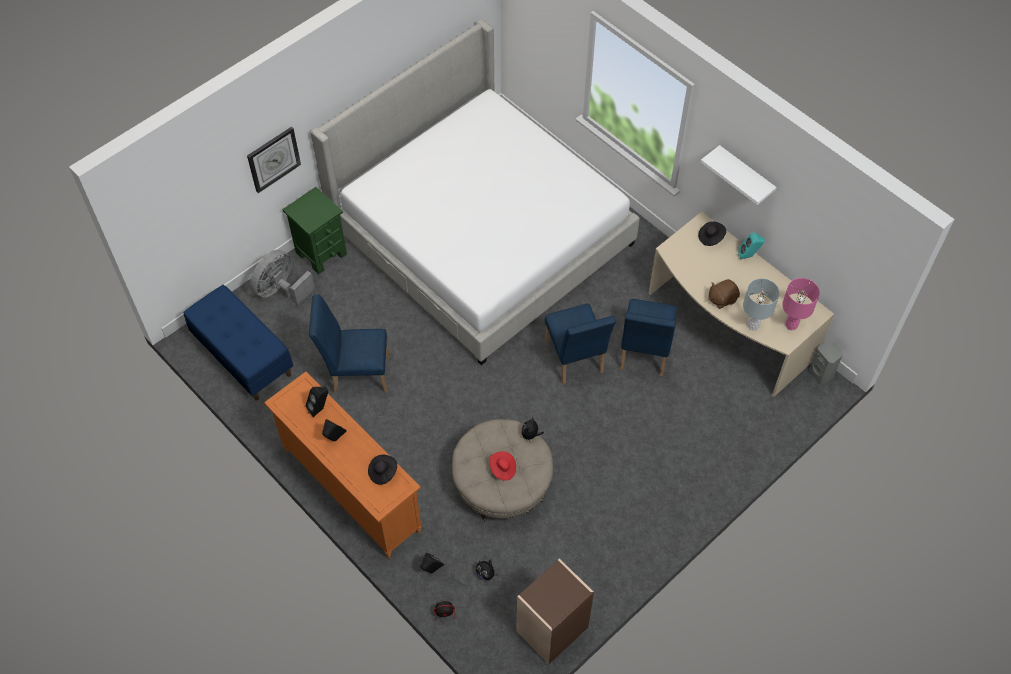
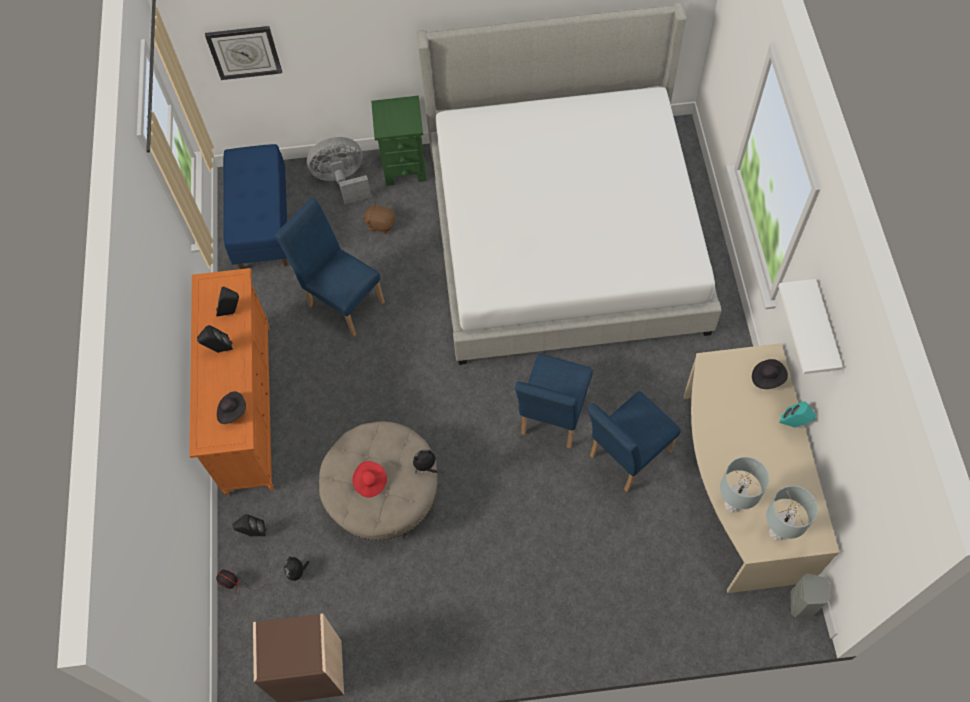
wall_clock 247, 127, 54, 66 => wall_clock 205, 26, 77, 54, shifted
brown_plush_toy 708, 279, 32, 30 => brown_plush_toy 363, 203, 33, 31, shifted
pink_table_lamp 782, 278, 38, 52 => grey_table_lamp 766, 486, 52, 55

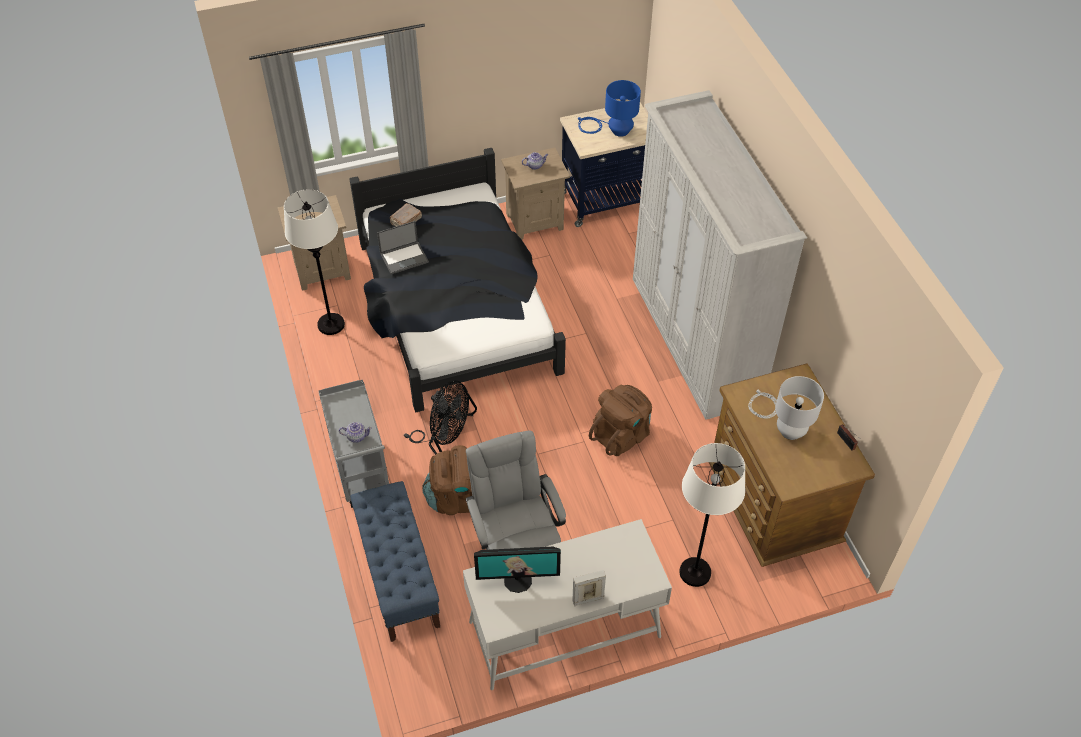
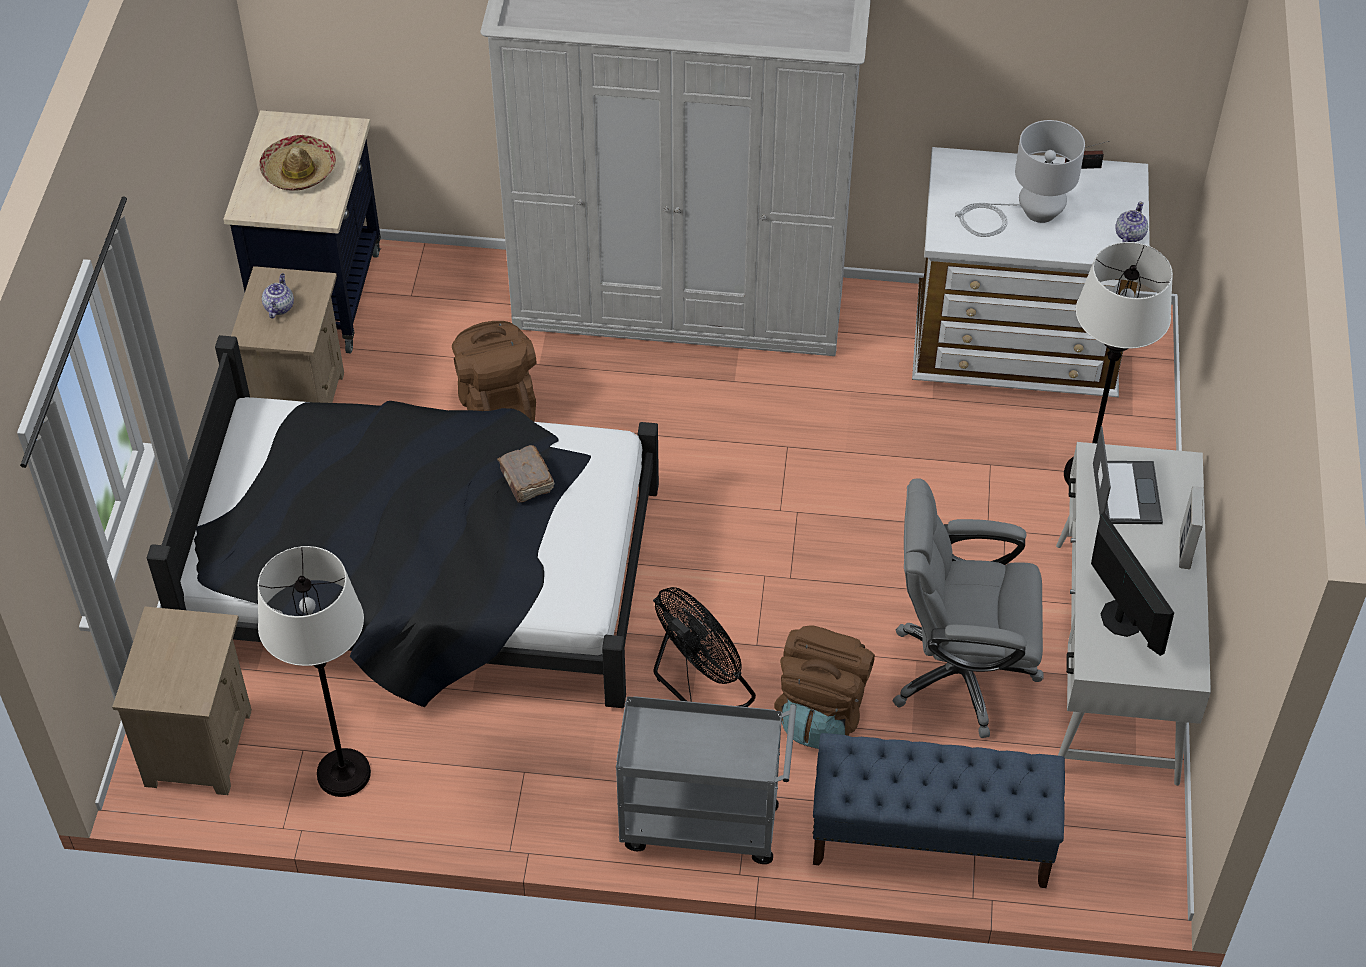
teapot 339, 422, 33, 21 => teapot 1115, 201, 33, 41, shifted
laptop 377, 221, 52, 53 => laptop 1093, 426, 70, 98, shifted
brown_book 390, 203, 32, 24 => brown_book 497, 445, 57, 58, shifted
monitor 474, 547, 87, 46 => monitor 1091, 513, 83, 143, 45 degrees counterclockwise
blue_table_lamp 578, 80, 63, 57 => hat 259, 135, 77, 56
brown_backpack 589, 385, 63, 71 => brown_backpack 452, 321, 84, 101, shifted
brown_dresser 709, 363, 166, 204 => white_dresser 912, 147, 238, 250

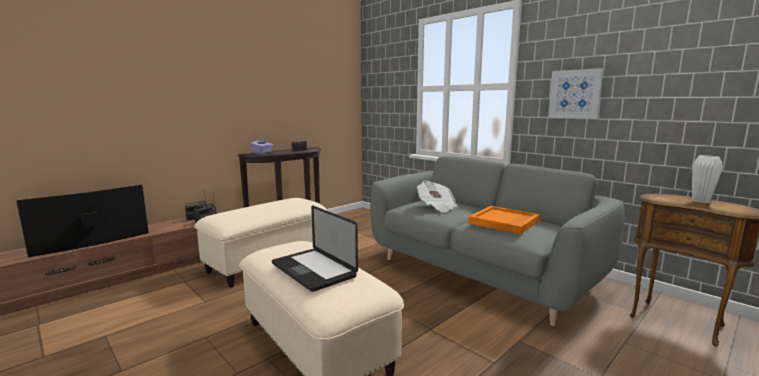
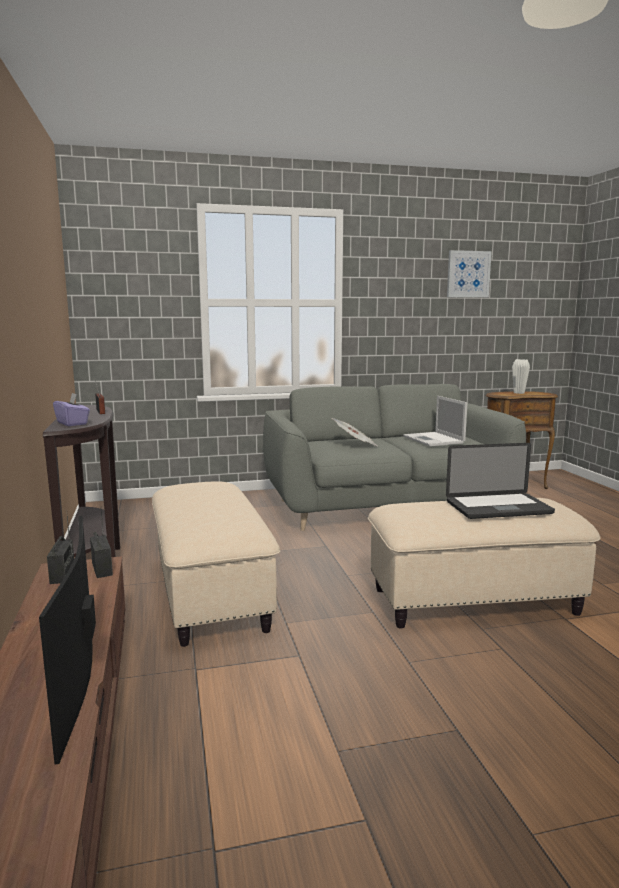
orange_tray 468, 206, 72, 28 => laptop 403, 396, 65, 50
picture 548, 68, 56, 51 => picture 447, 250, 45, 47, shifted

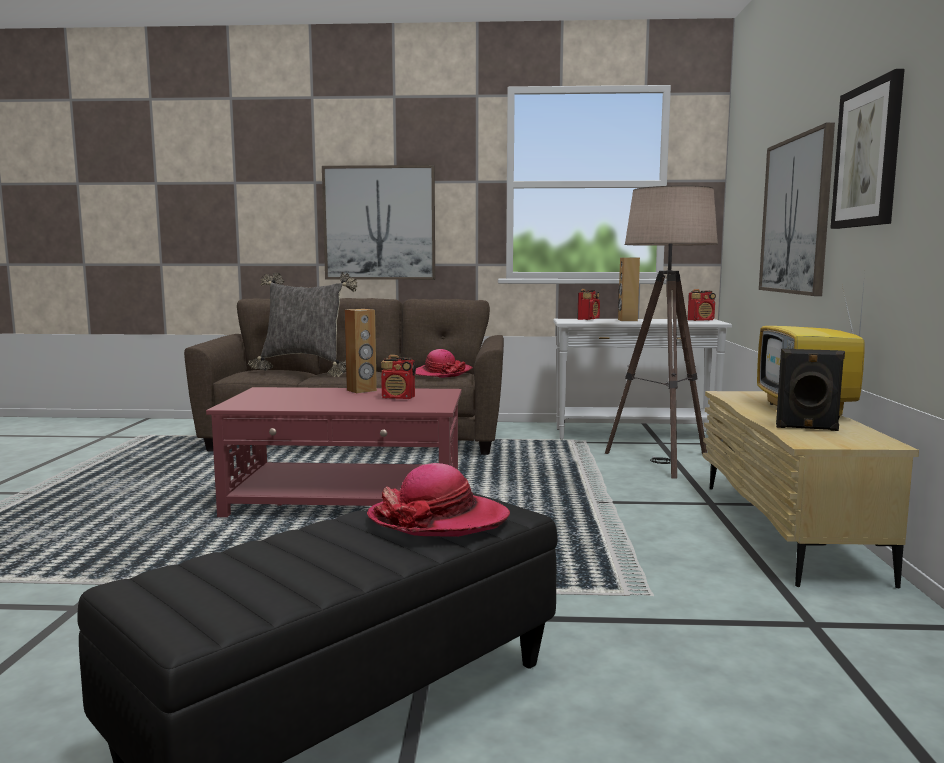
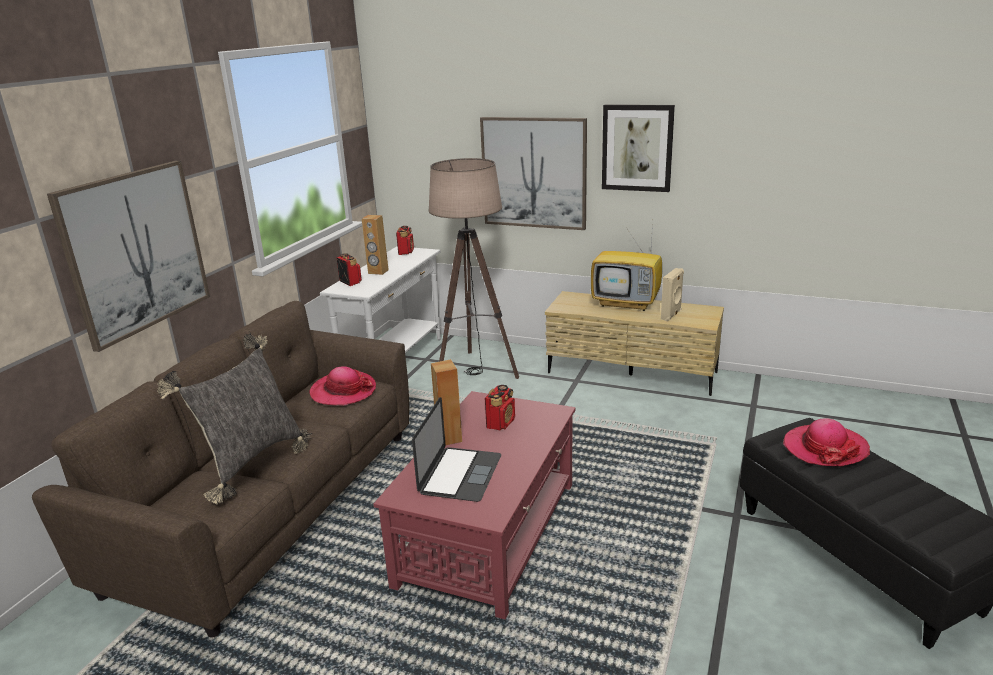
black_speaker 776, 349, 69, 82 => beige_speaker 661, 268, 23, 53
nothing => laptop 412, 397, 89, 105

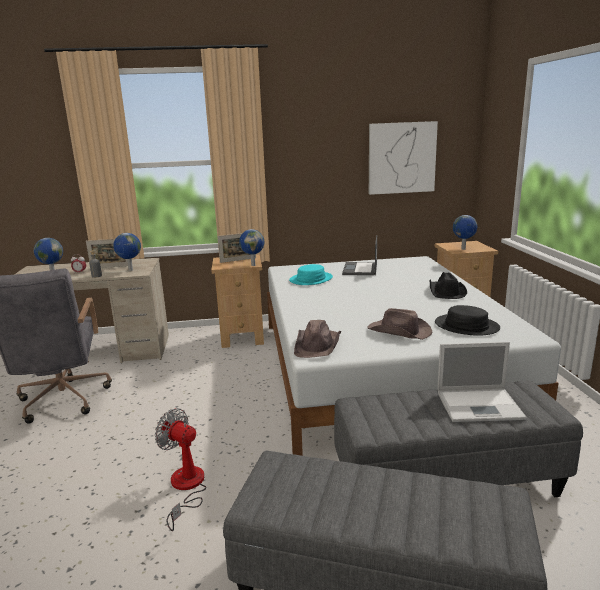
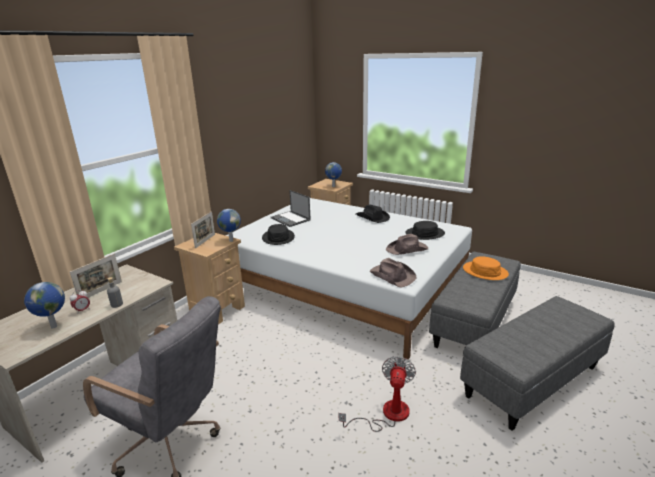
globe 113, 233, 28, 38 => nothing
fan 155, 408, 51, 123 => fan 339, 356, 77, 76, 120 degrees clockwise
turquoise_hat 289, 264, 44, 21 => black_hat 262, 224, 33, 21
picture 369, 121, 69, 74 => nothing
laptop 437, 342, 90, 80 => orange_hat 463, 256, 46, 24

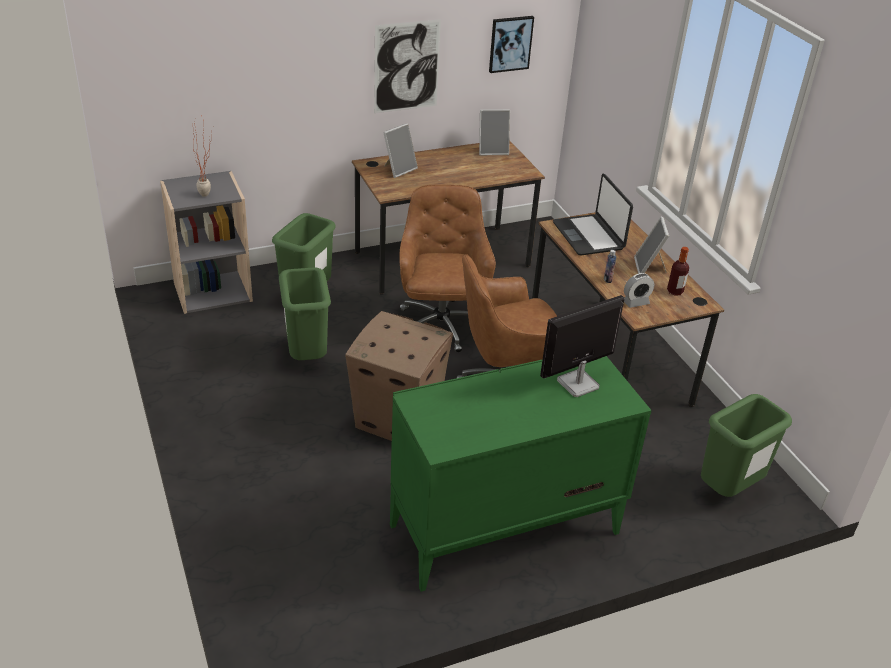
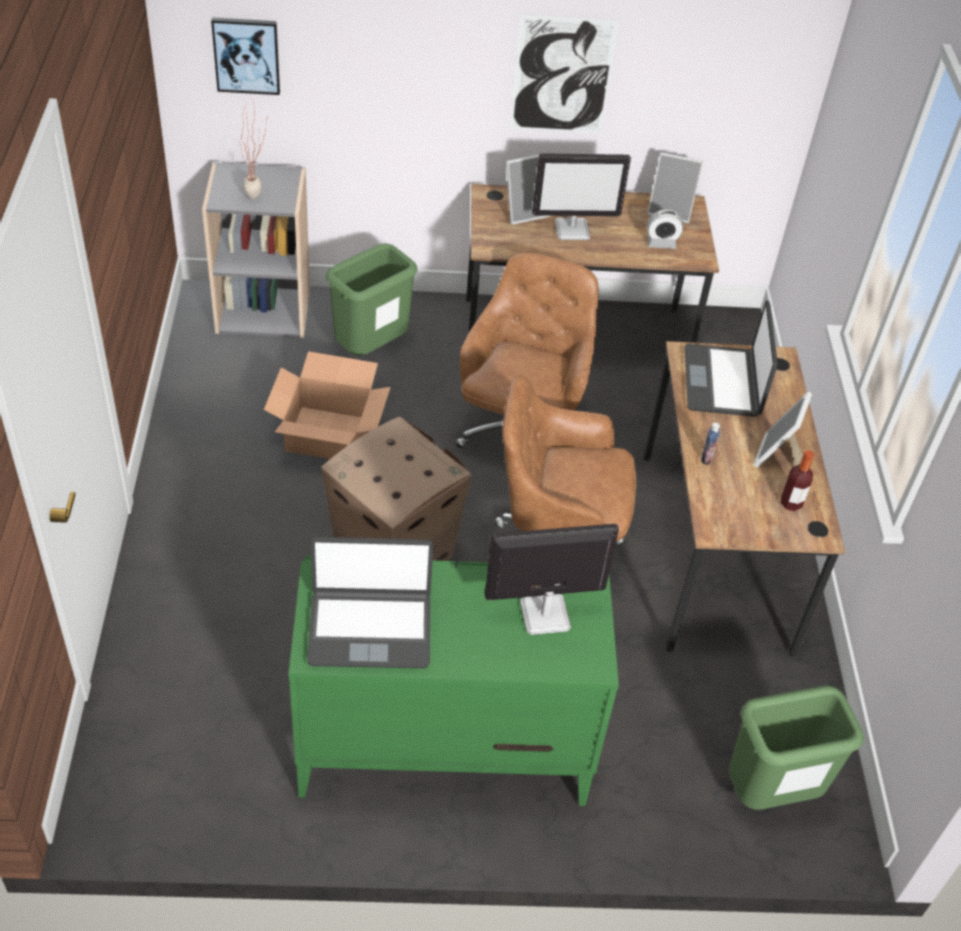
green_trash_can 279, 267, 52, 93 => cardboard_box 264, 351, 127, 108
picture 489, 16, 45, 57 => picture 211, 17, 69, 78, shifted
alarm_clock 624, 273, 30, 35 => alarm_clock 647, 210, 36, 39, shifted
nothing => laptop 307, 537, 127, 131
nothing => monitor 532, 153, 99, 87

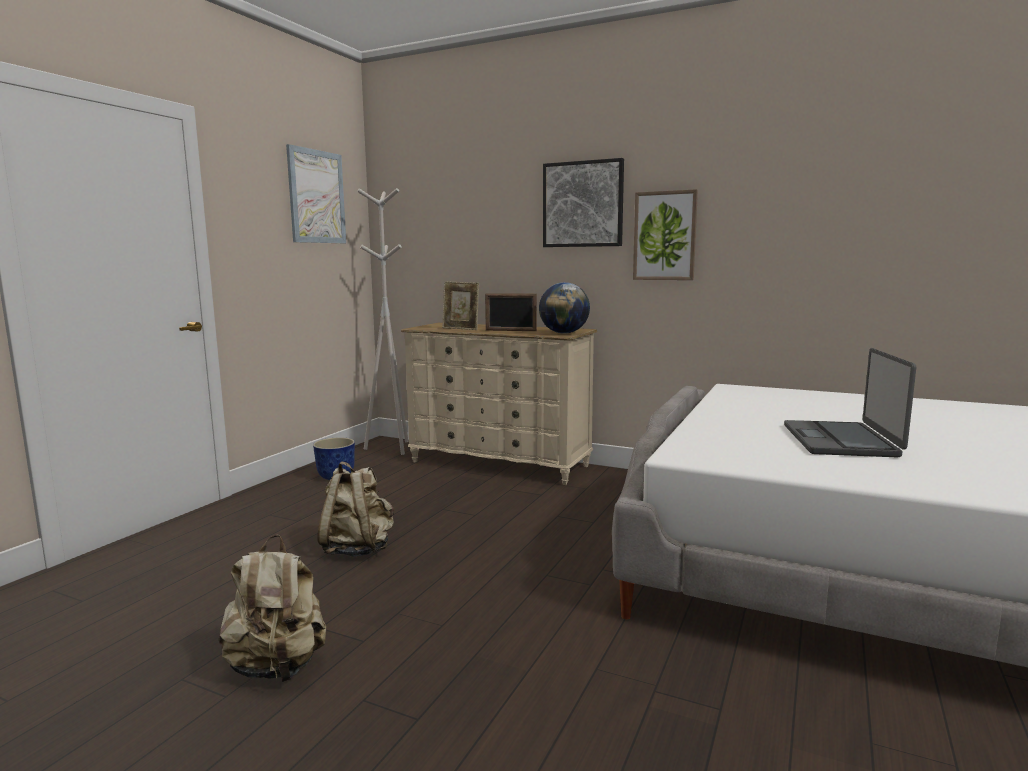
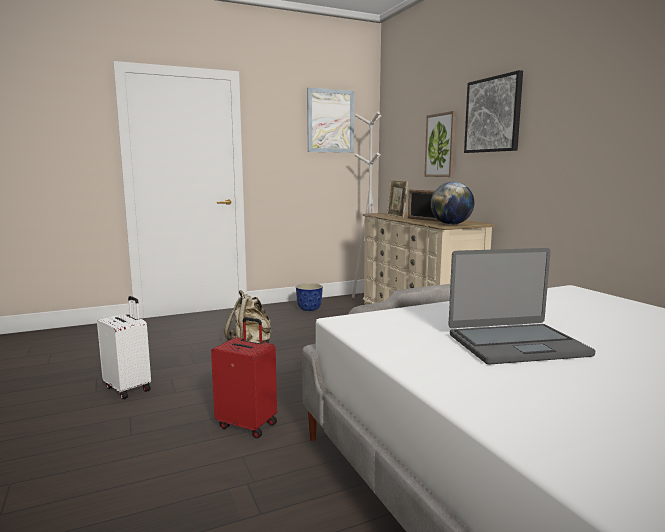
beige_backpack 219, 535, 107, 147 => white_suitcase 97, 296, 54, 103
picture 633, 189, 65, 91 => picture 424, 111, 32, 66, shifted
laptop 784, 348, 132, 109 => laptop 449, 248, 146, 116, 150 degrees counterclockwise
nothing => red_suitcase 211, 317, 66, 121

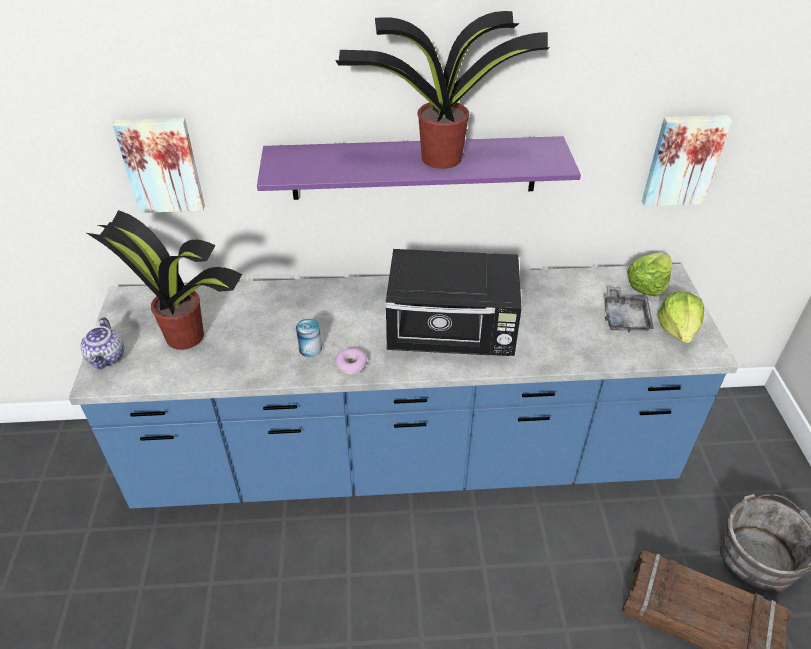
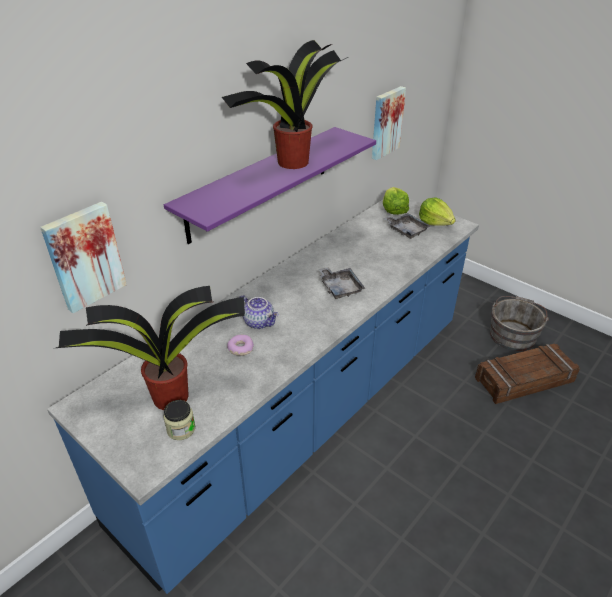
teapot 81, 317, 43, 52 => teapot 239, 295, 40, 34, shifted
can 296, 319, 26, 38 => nothing
donut 335, 348, 32, 27 => donut 227, 335, 27, 21, shifted
black_microwave 385, 249, 137, 107 => grey_tray 319, 267, 47, 32
nothing => jar 163, 400, 32, 40

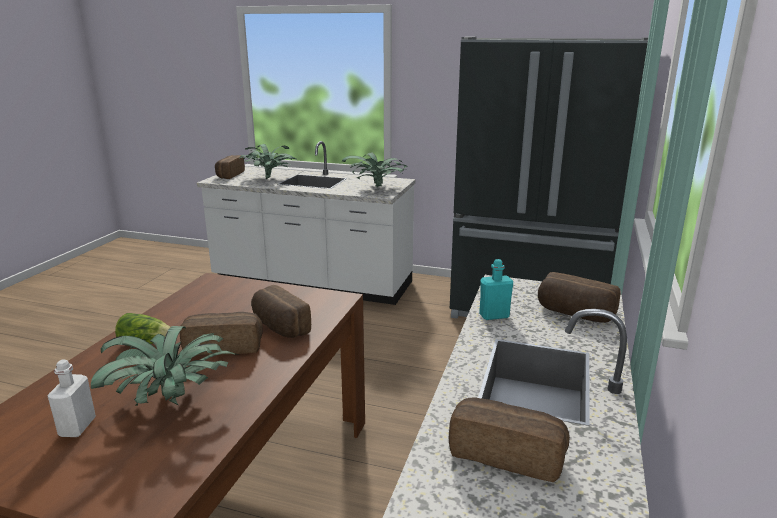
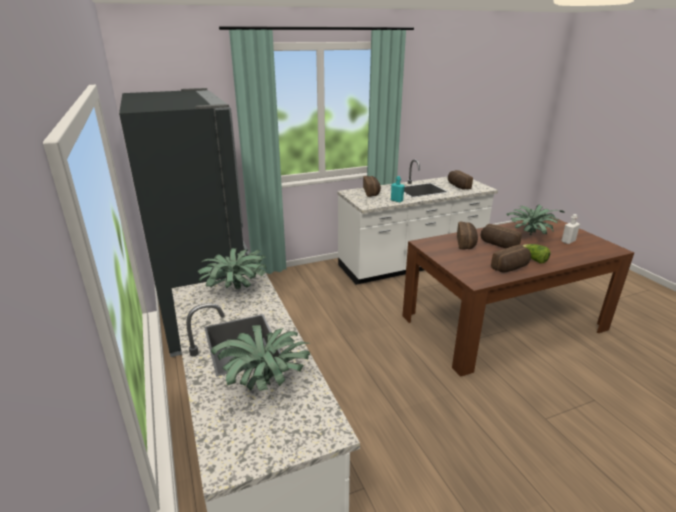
bread 215, 155, 30, 24 => bread 491, 245, 40, 27, shifted

